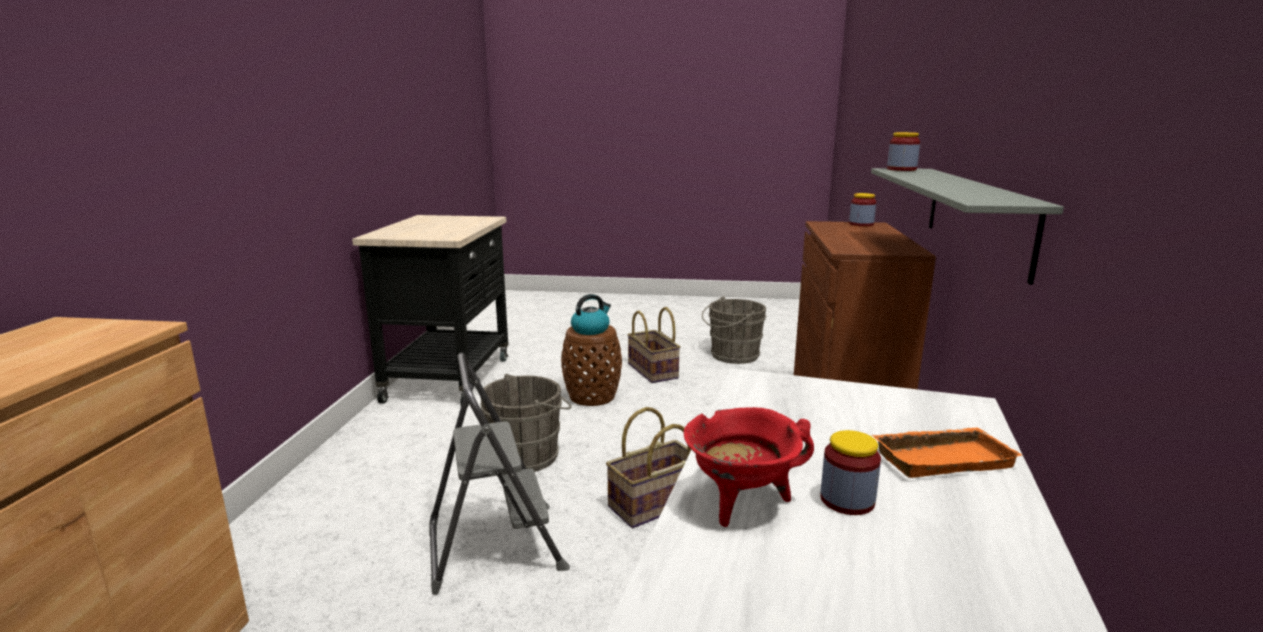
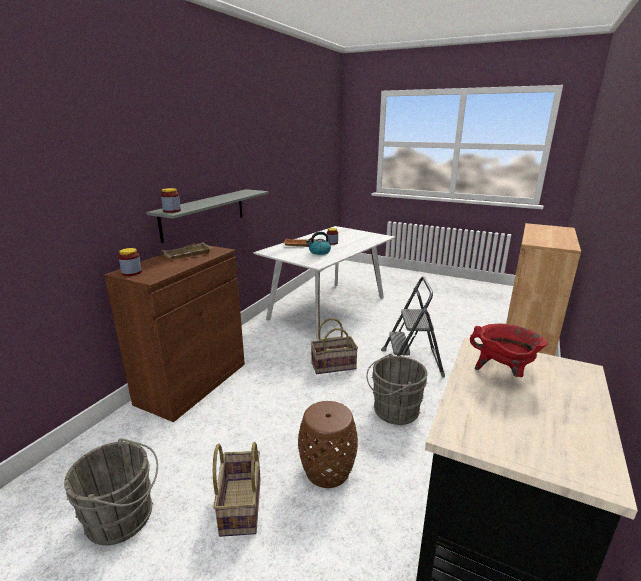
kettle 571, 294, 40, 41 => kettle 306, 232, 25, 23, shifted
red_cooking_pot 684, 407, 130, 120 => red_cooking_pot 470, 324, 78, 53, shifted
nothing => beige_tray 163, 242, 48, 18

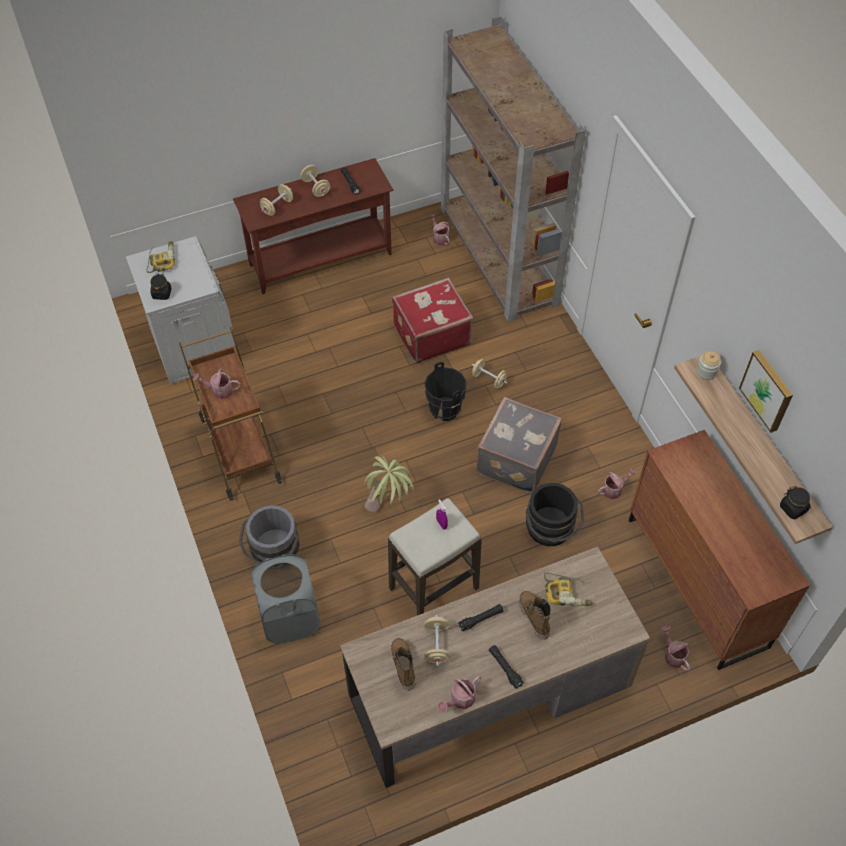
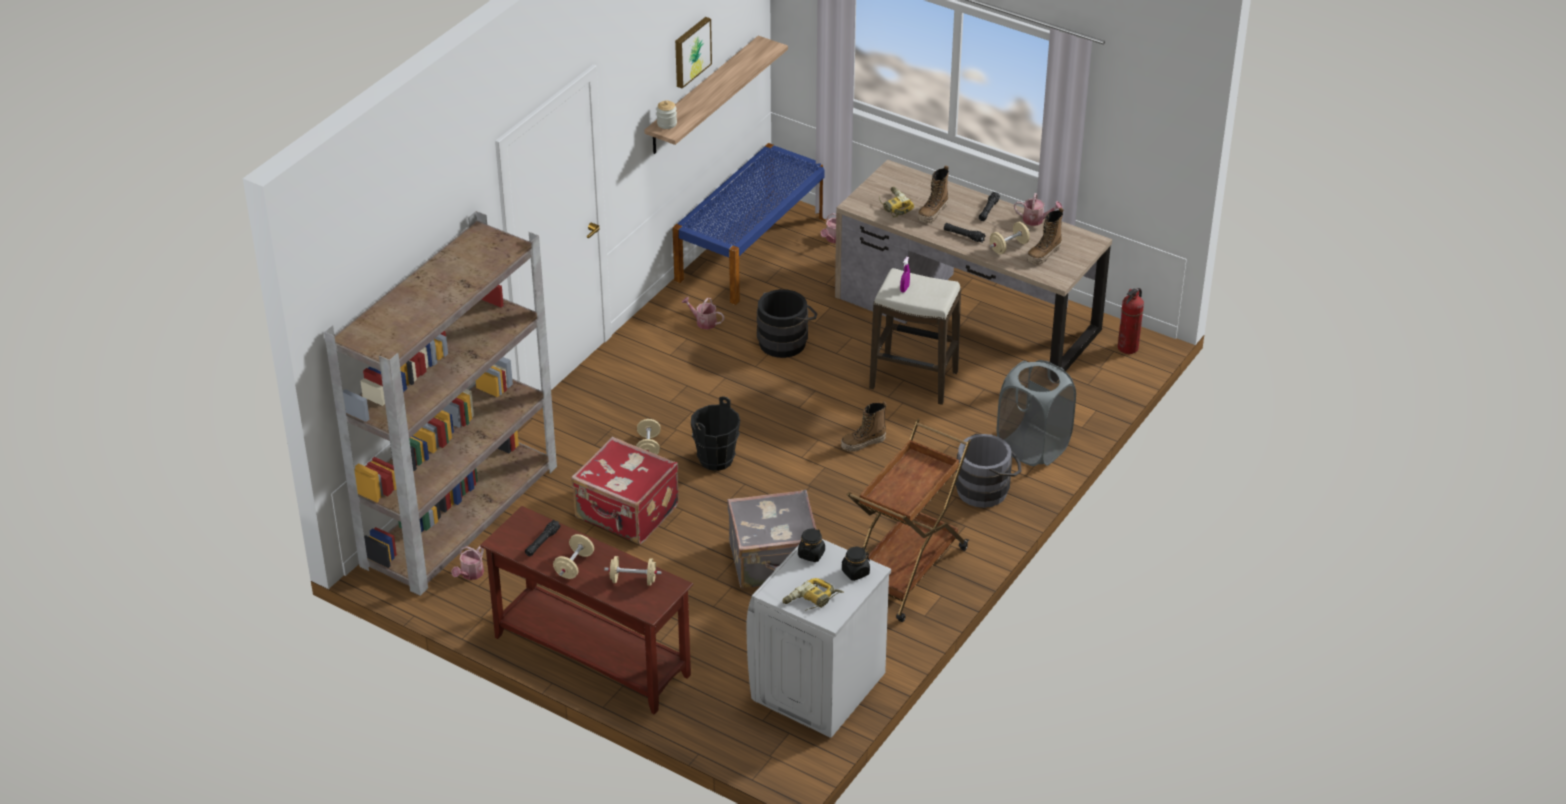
watering_can 193, 369, 48, 30 => nothing
potted_plant 365, 456, 49, 56 => boot 841, 402, 46, 50
grey_suitcase 476, 397, 86, 97 => grey_suitcase 727, 489, 90, 100, shifted
brown_dresser 629, 430, 181, 240 => blue_bench 672, 143, 154, 162
black_jar 780, 486, 31, 33 => black_jar 798, 528, 27, 34, shifted
nothing => fire_extinguisher 1118, 288, 26, 66

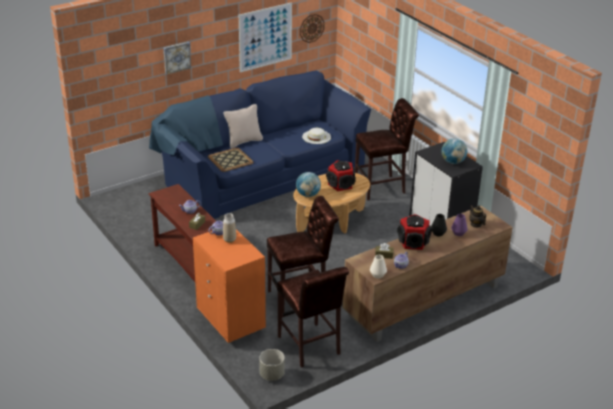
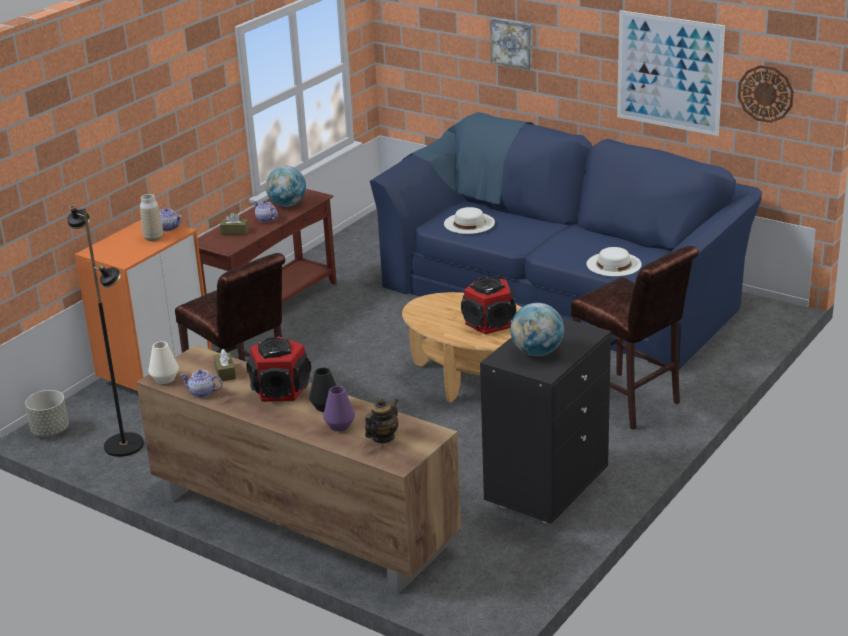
tray 208, 147, 46, 25 => white_hat 444, 207, 51, 27
beige_pillow 224, 104, 39, 44 => nothing
brown_stool 277, 267, 72, 101 => black_floor_lamp 67, 205, 77, 252
globe 296, 172, 25, 25 => globe 265, 166, 41, 41, shifted

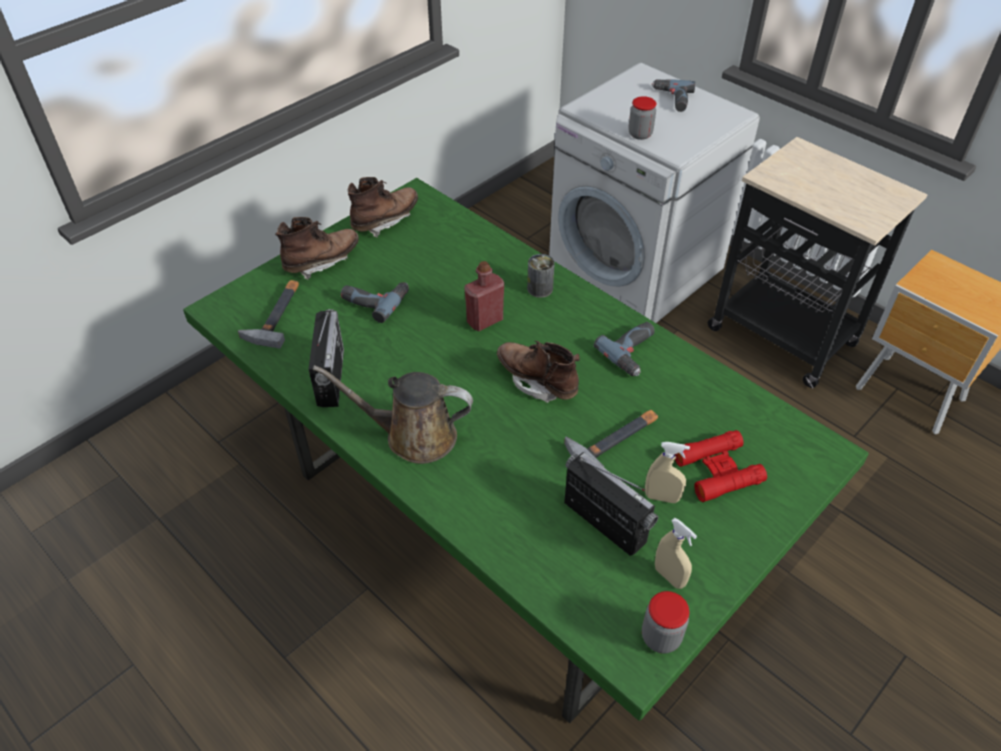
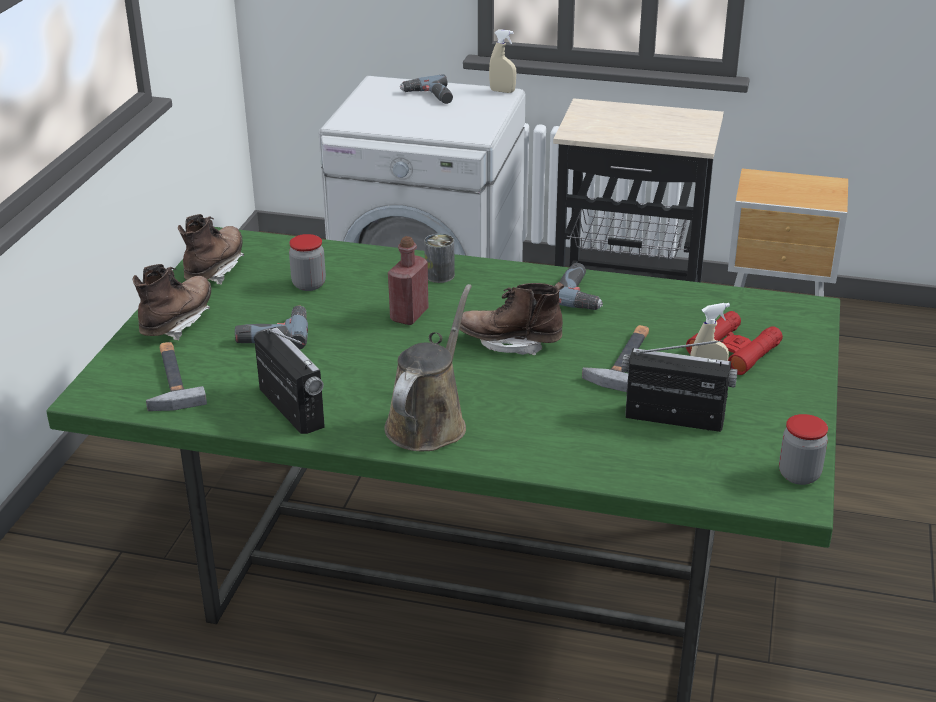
brown_watering_can 313, 365, 160, 99 => brown_watering_can 384, 284, 88, 168, 135 degrees clockwise
jar 628, 96, 28, 44 => jar 289, 234, 37, 57, shifted
beige_spray_bottle 655, 518, 42, 71 => beige_spray_bottle 489, 29, 27, 64, shifted

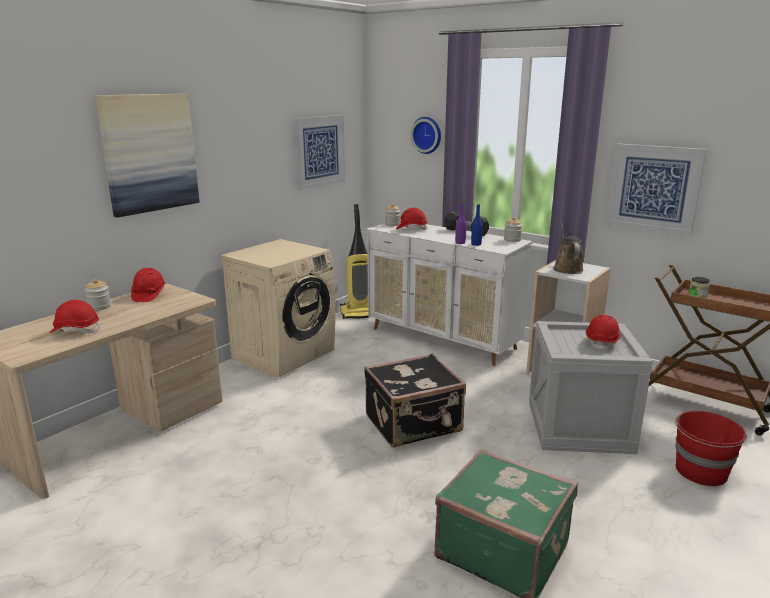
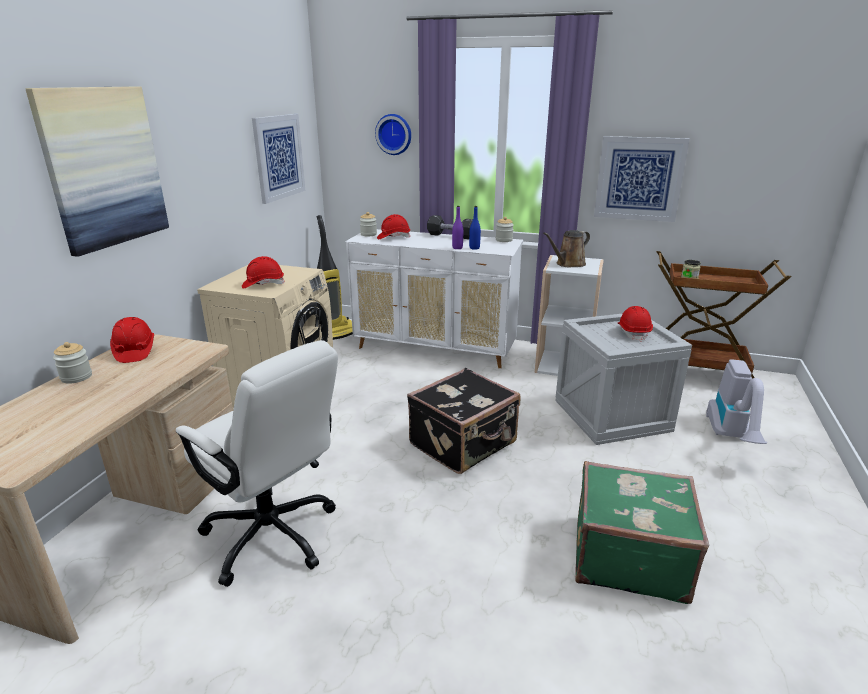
red_hard_hat 50, 300, 50, 33 => red_hard_hat 242, 256, 43, 33, shifted
brown_watering_can 553, 223, 31, 51 => brown_watering_can 543, 230, 47, 38, 105 degrees counterclockwise
red_bucket 675, 411, 72, 75 => vacuum_cleaner 706, 359, 61, 85
nothing => white_office_chair 176, 340, 162, 247

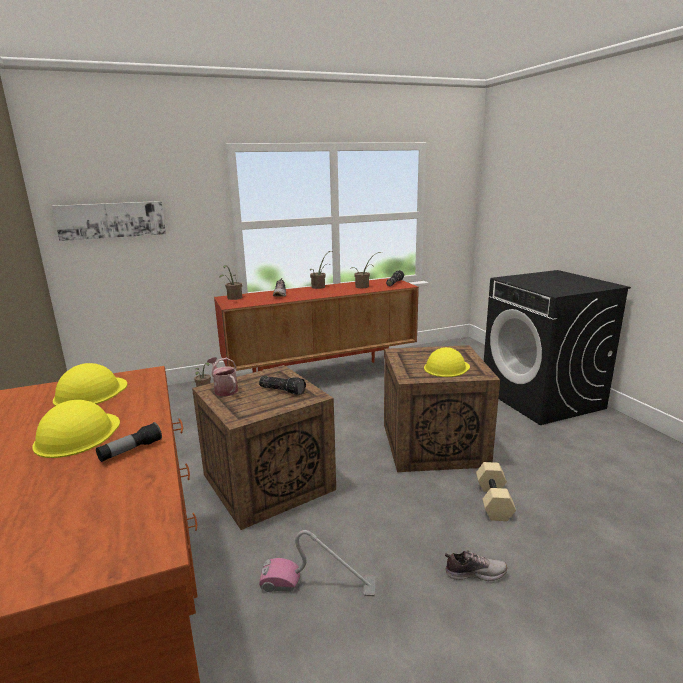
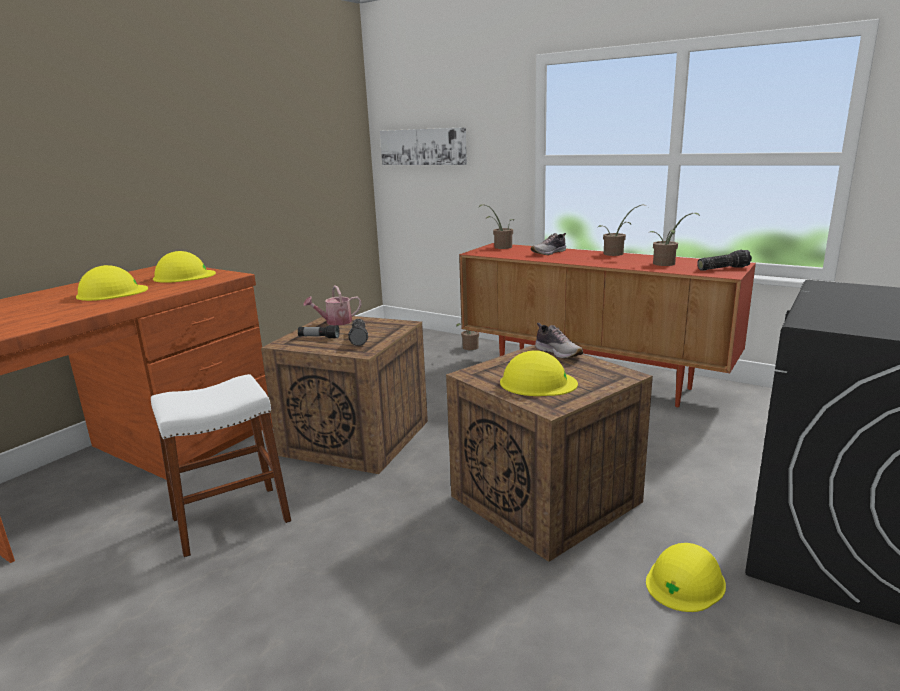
flashlight 96, 422, 66, 40 => flashlight 298, 325, 42, 13, shifted
watering_can 207, 357, 31, 39 => watering_can 303, 285, 58, 41, 135 degrees counterclockwise
vacuum_cleaner 259, 530, 116, 67 => white_stool 151, 374, 140, 184
shoe 445, 550, 62, 31 => shoe 535, 323, 48, 35, shifted
beige_dumbbell 476, 462, 40, 59 => nothing
nothing => yellow_hard_hat 646, 543, 80, 69

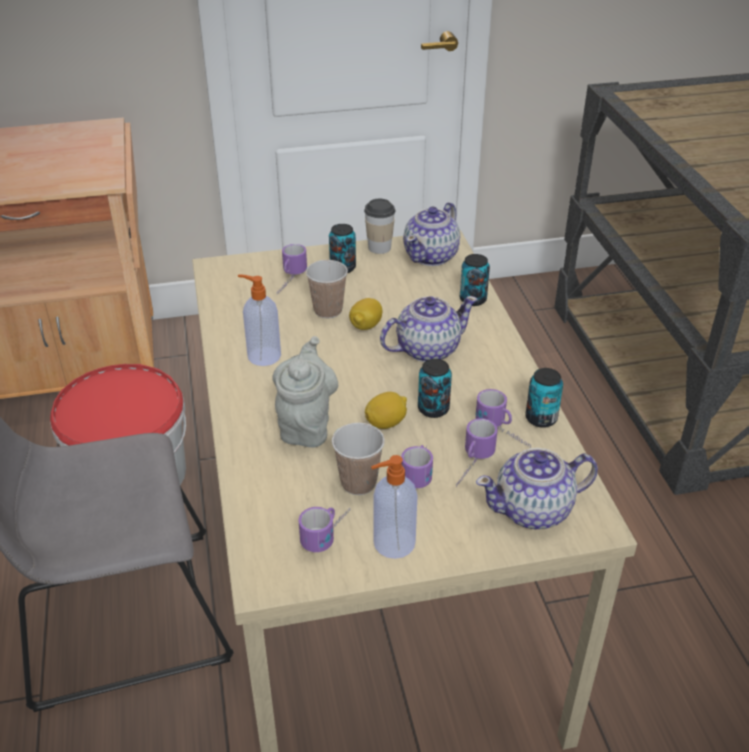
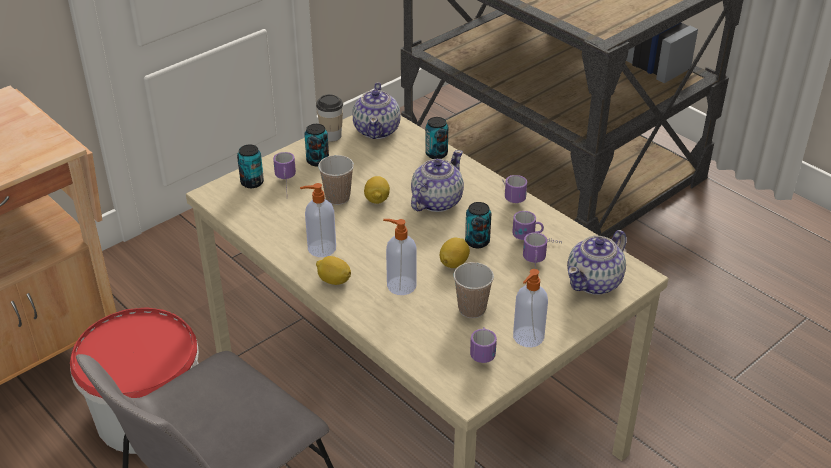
grey_teapot 272, 336, 66, 111 => soap_dispenser 383, 219, 34, 76
mug 401, 445, 32, 43 => mug 502, 175, 25, 28, shifted
can 525, 368, 38, 60 => can 237, 145, 27, 43, shifted
nothing => lemon 316, 256, 35, 29

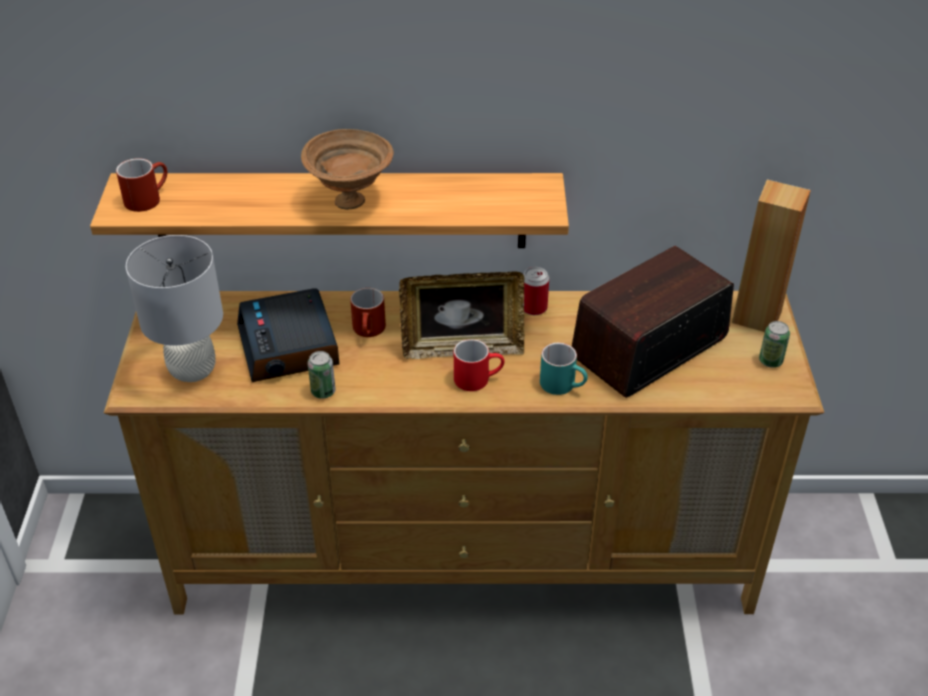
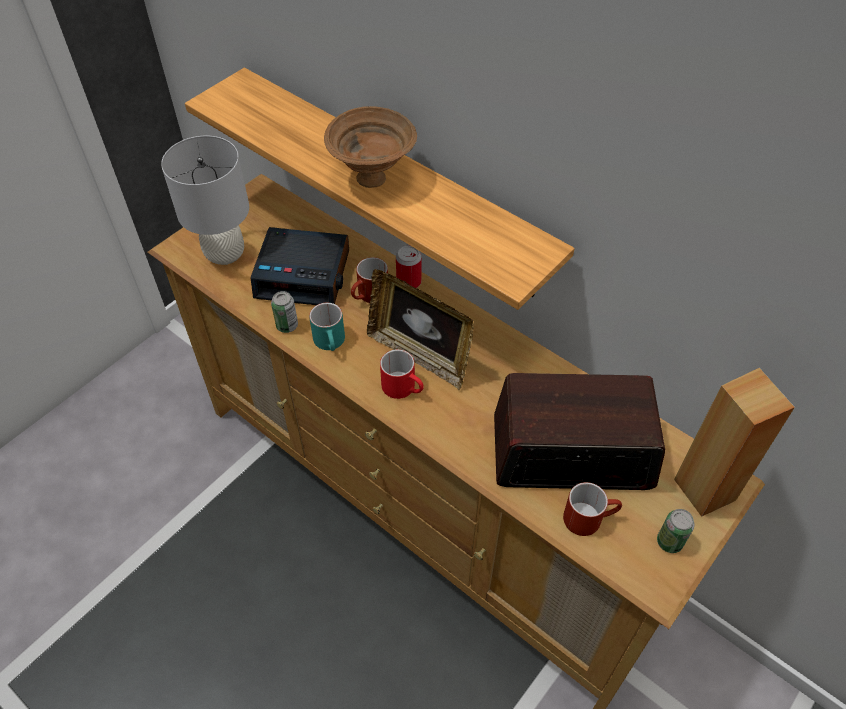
red_mug 116, 158, 51, 54 => red_mug 563, 482, 59, 54, shifted
alarm_clock 237, 289, 102, 93 => alarm_clock 251, 227, 98, 78, 105 degrees counterclockwise
can 523, 267, 26, 48 => can 396, 246, 25, 42, shifted
turquoise_mug 540, 343, 48, 52 => turquoise_mug 309, 303, 36, 48, shifted

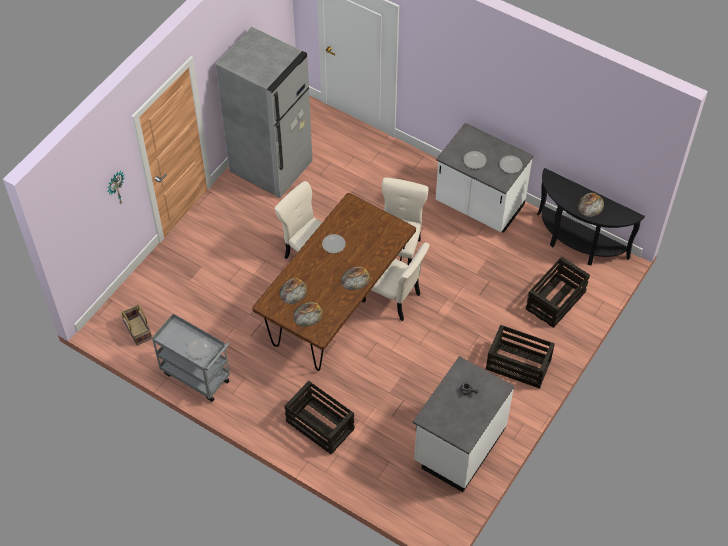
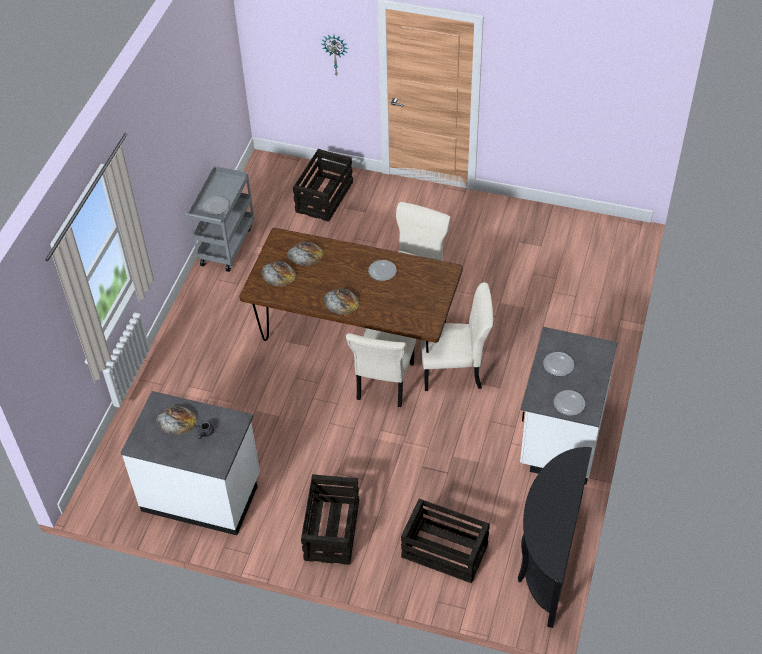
basket 121, 304, 31, 42 => nothing
grey_fridge 216, 27, 97, 171 => nothing
crate 285, 381, 69, 73 => crate 293, 149, 60, 73, shifted
bread 577, 193, 27, 24 => bread 156, 406, 41, 29, shifted

